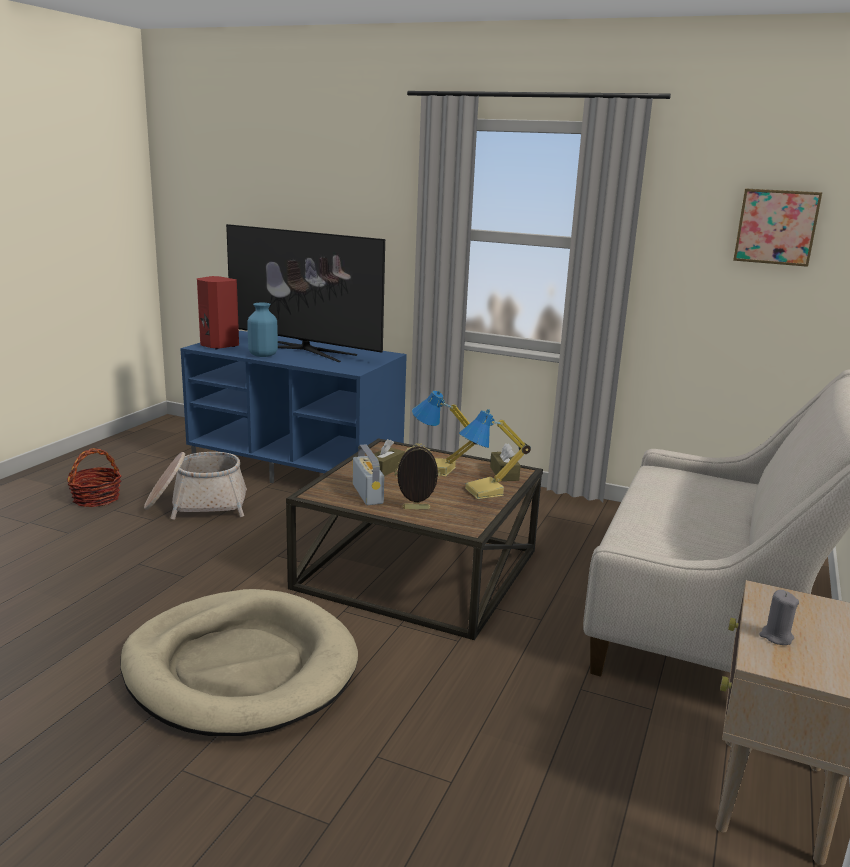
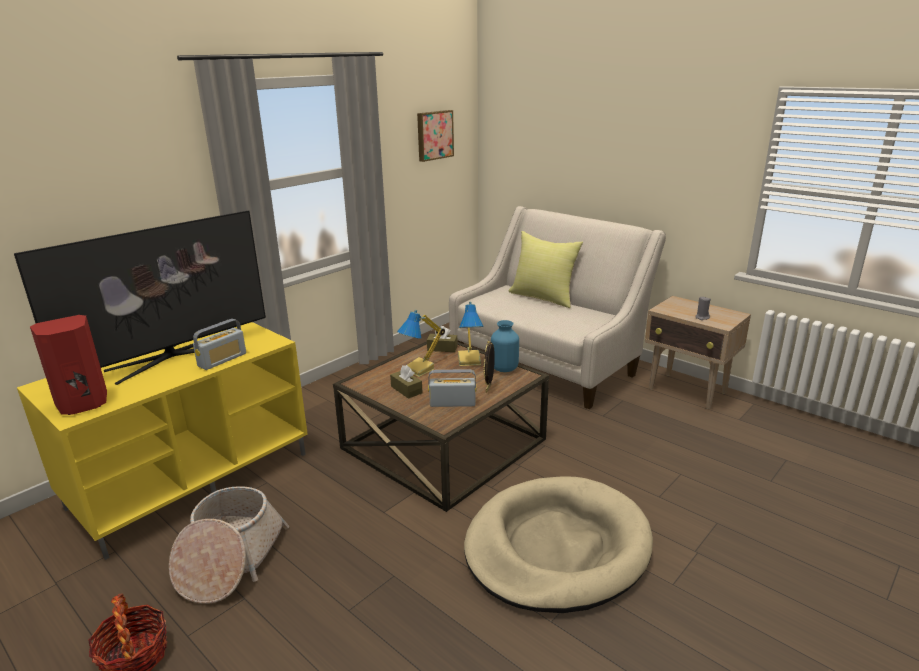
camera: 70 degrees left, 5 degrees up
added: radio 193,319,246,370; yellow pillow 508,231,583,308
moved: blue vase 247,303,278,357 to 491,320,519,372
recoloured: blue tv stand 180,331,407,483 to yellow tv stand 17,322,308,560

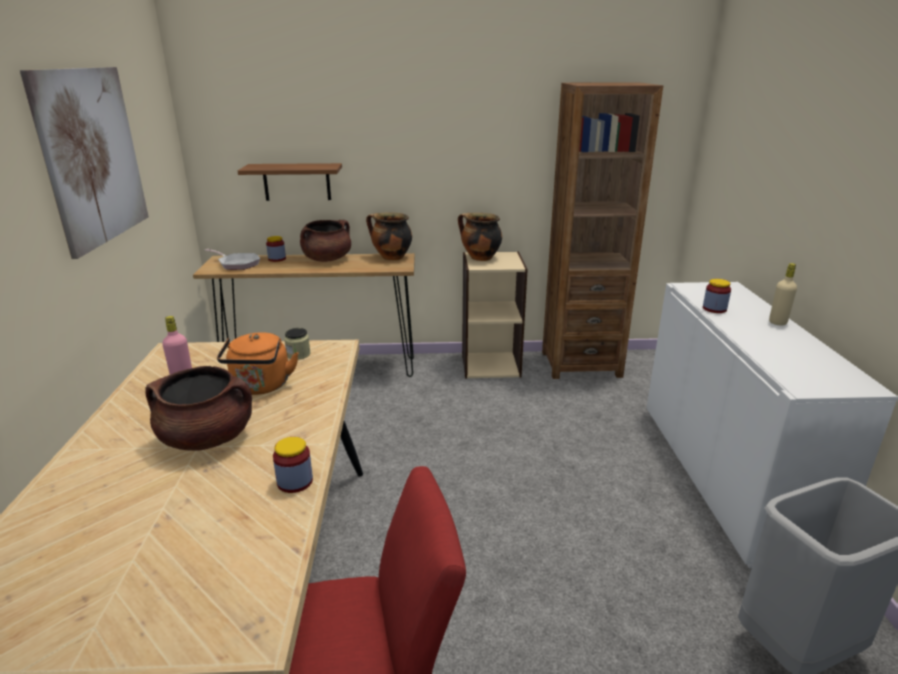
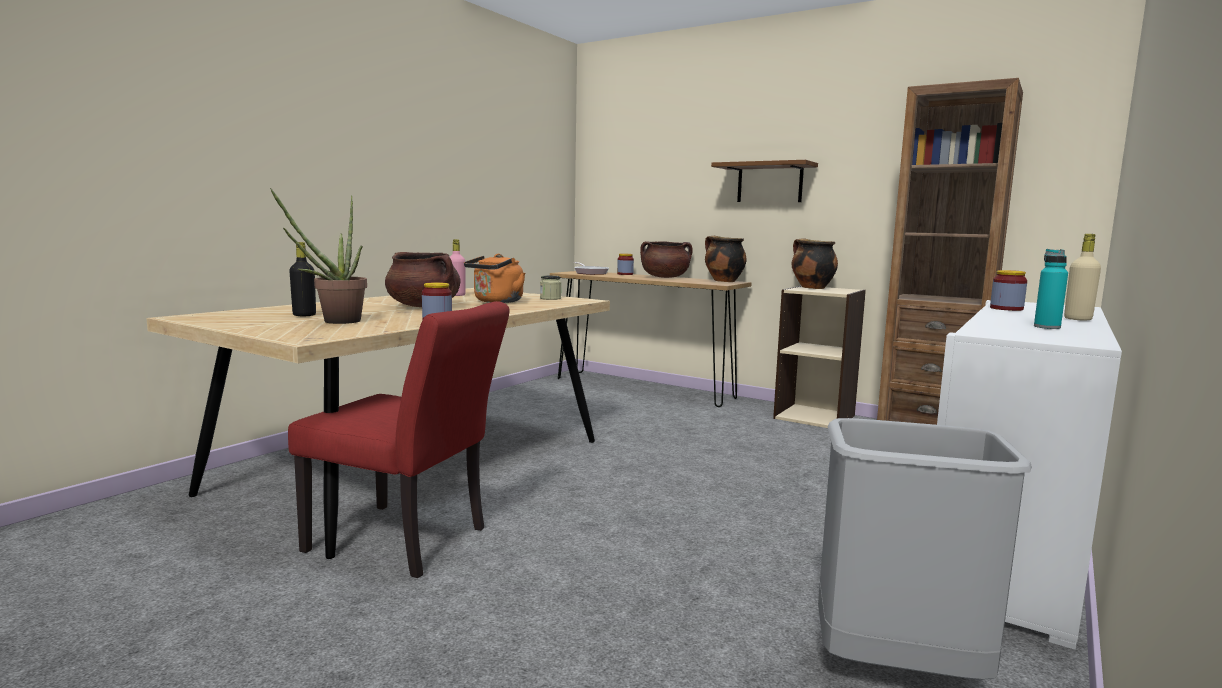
camera: 35 degrees right, 15 degrees down
removed: picture 20,67,149,259
added: potted plant 270,188,367,324; black bottle 289,242,316,316; turquoise bottle 1034,249,1068,329
moved: shelf 238,163,342,201 to 711,160,818,202

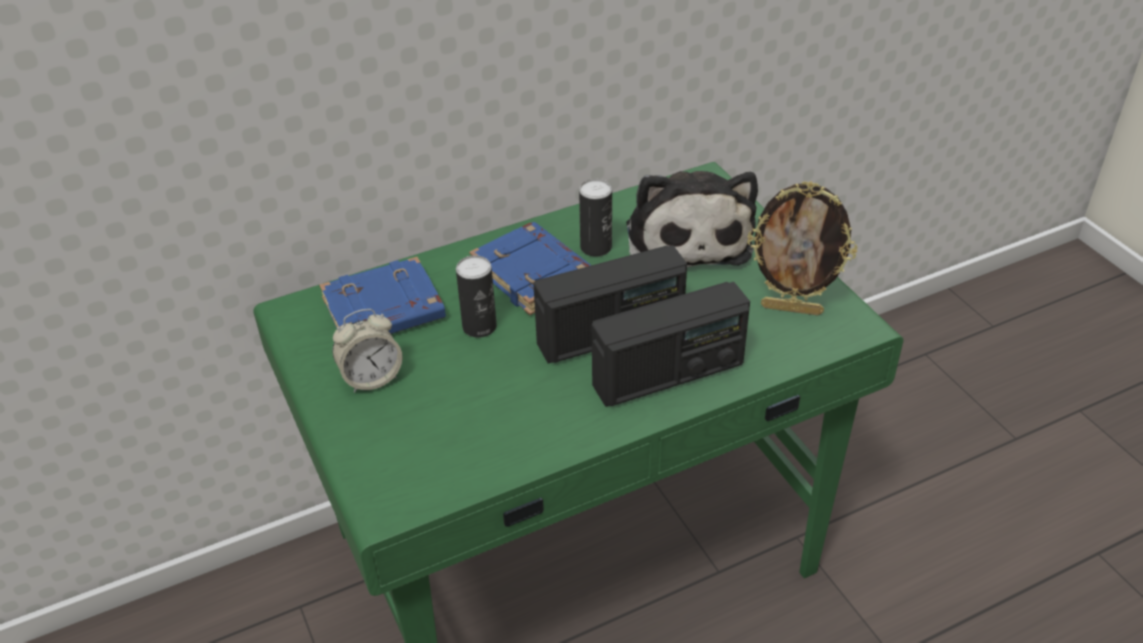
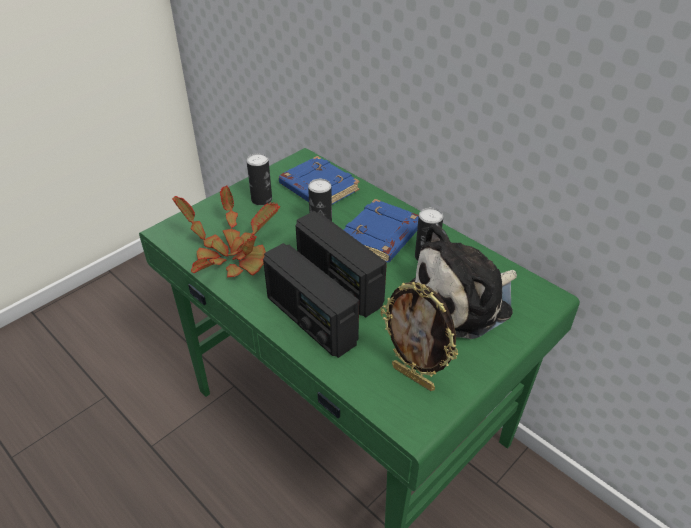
camera: 70 degrees right, 0 degrees up
added: potted plant 172,185,281,277
replaced: alarm clock 332,309,403,393 to can 246,153,272,205
turned: picture frame 747,181,857,316 = 380,282,458,391 45 degrees counterclockwise

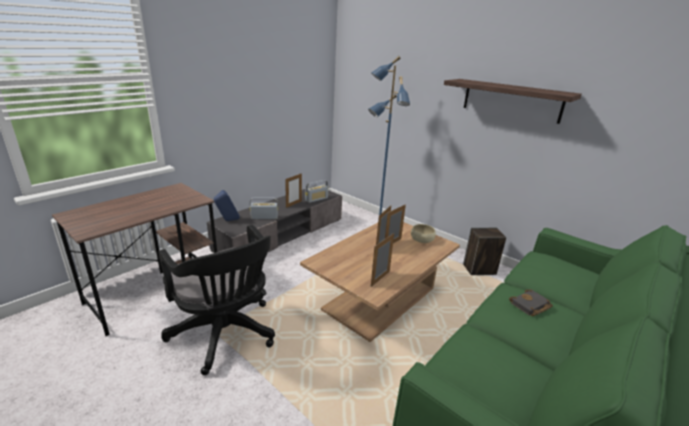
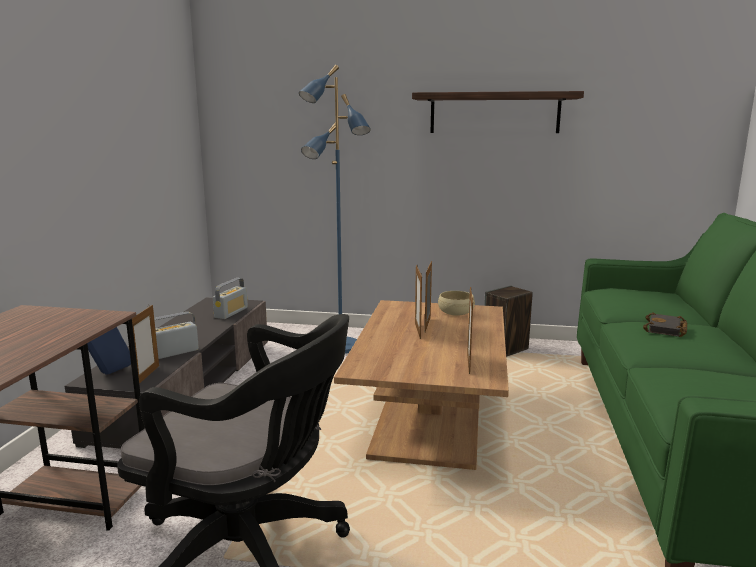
camera: 30 degrees left, 10 degrees down
moved: picture frame 285,173,302,208 to 132,305,159,384

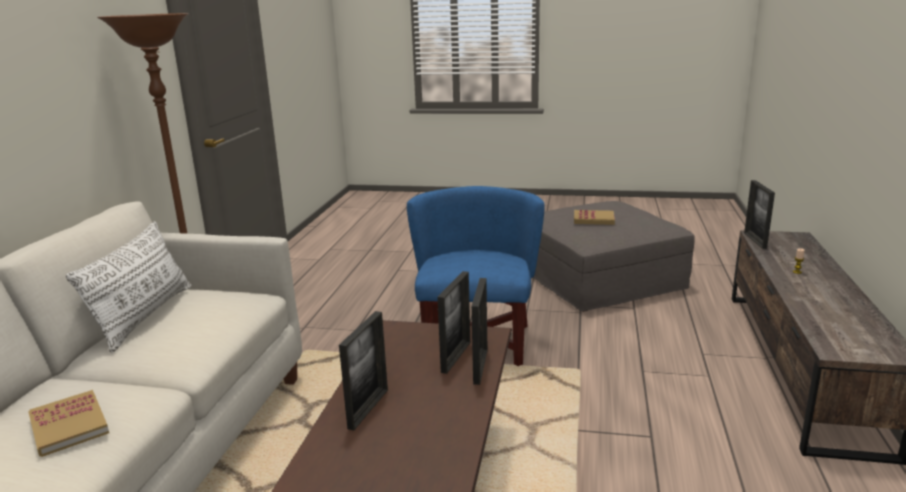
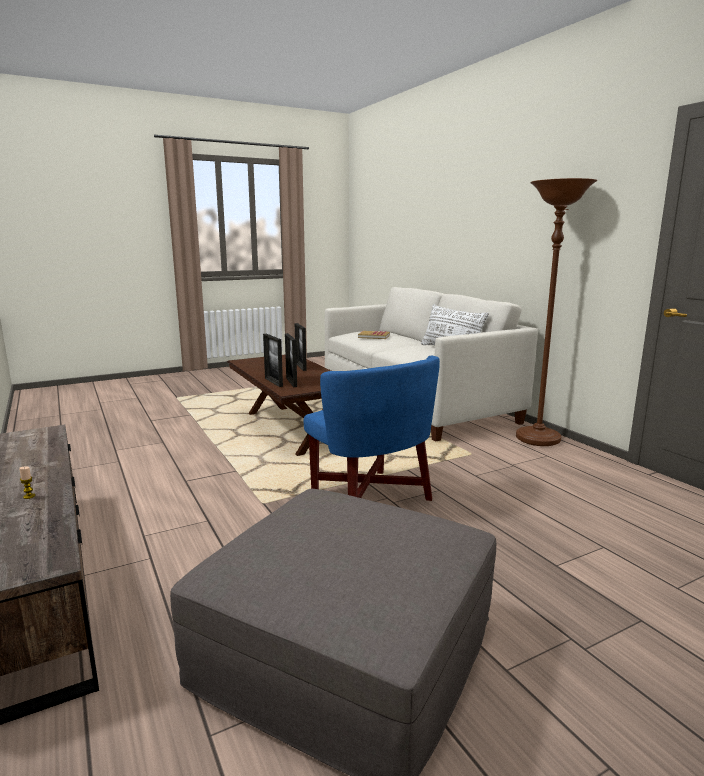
camera: 140 degrees right, 5 degrees down
removed: book 574,210,615,225; picture frame 744,180,775,249

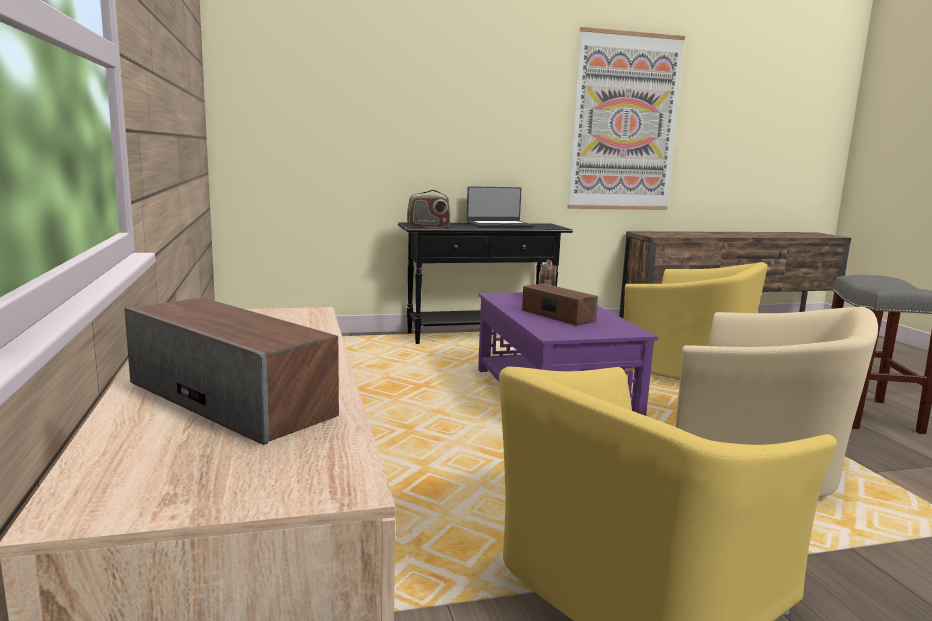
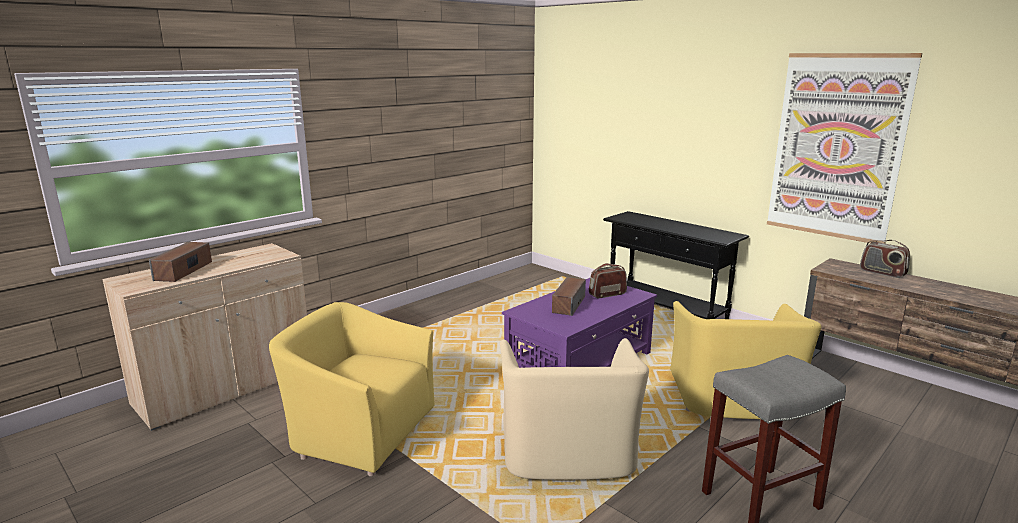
camera: 60 degrees right, 5 degrees up
removed: laptop 466,186,534,227
moved: radio 407,190,450,228 to 860,240,910,278

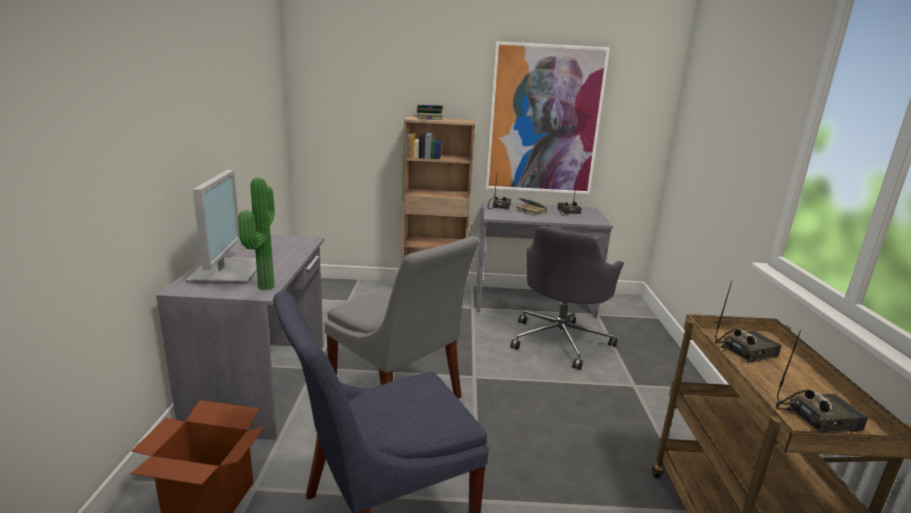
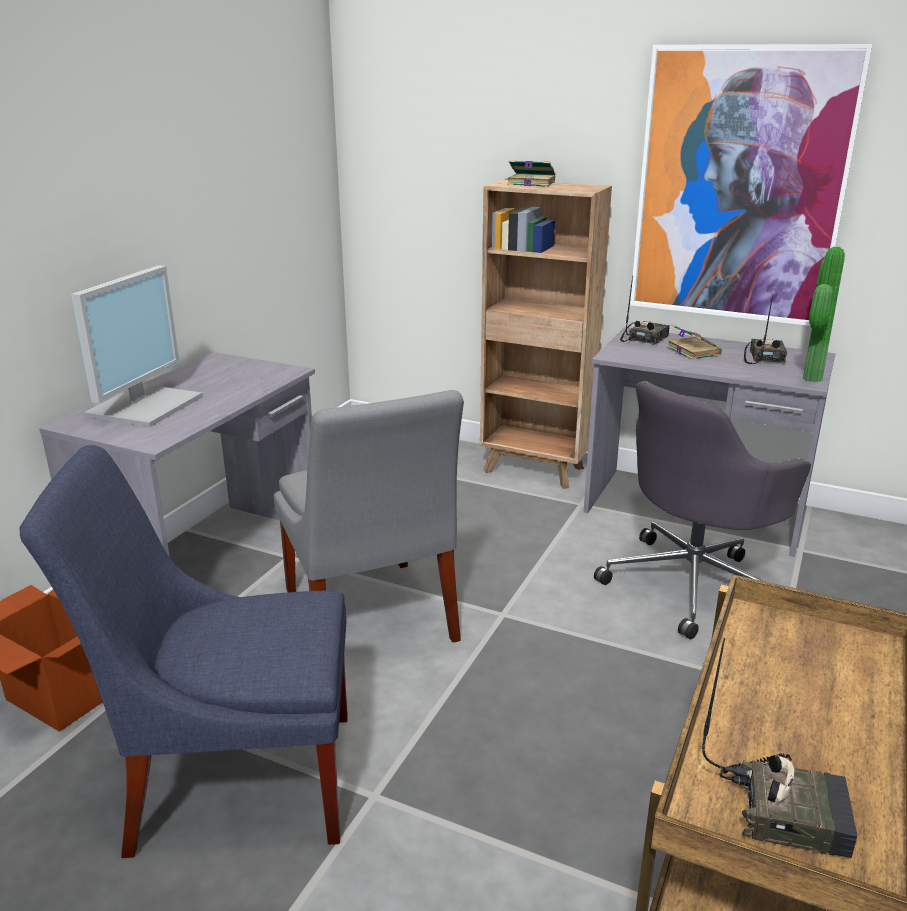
camera: 25 degrees right, 5 degrees up
removed: radio 714,280,782,363
moved: potted plant 238,178,275,290 to 803,247,845,382

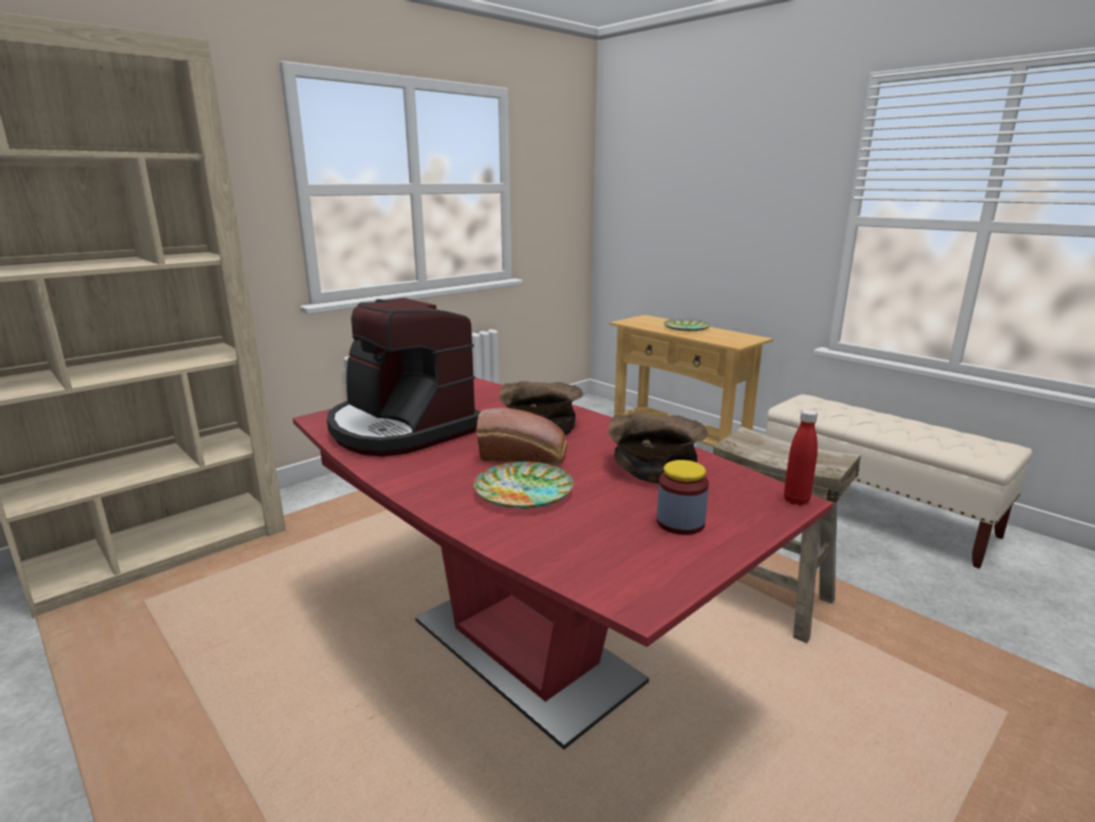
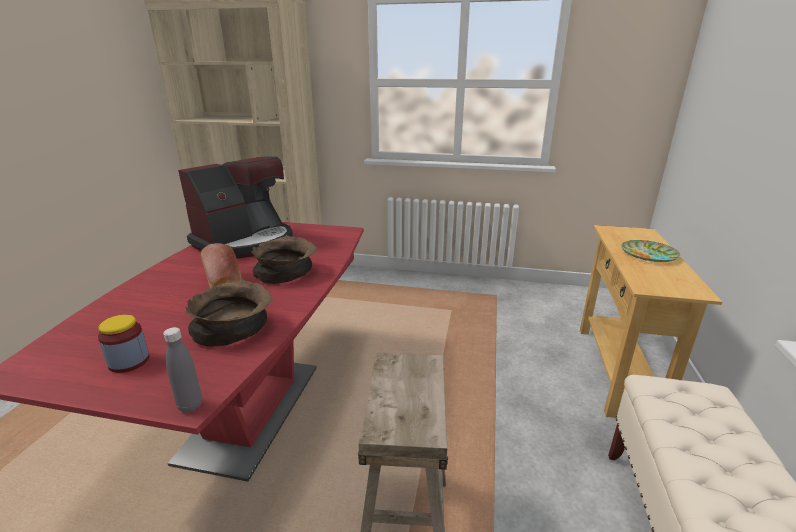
camera: 55 degrees right, 5 degrees up
removed: plate 474,461,573,509
recoloured: red bottle 784,409,818,506 to grey bottle 163,327,202,413
turned: coffee machine 327,298,480,457 = 178,156,293,259 150 degrees counterclockwise

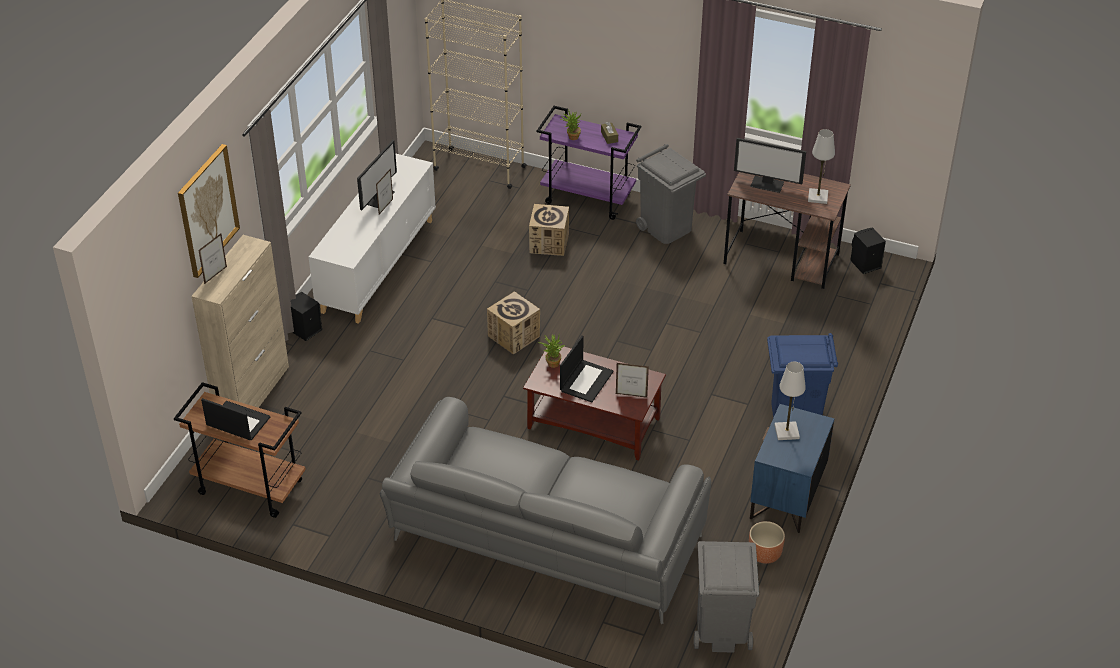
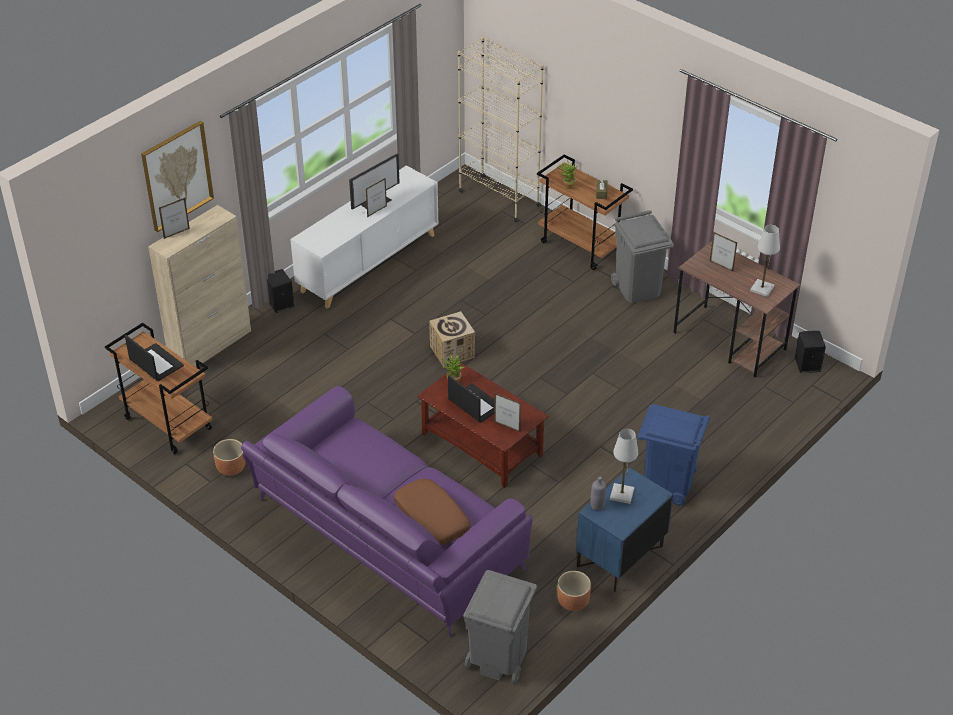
camera: 20 degrees right, 0 degrees up
removed: cardboard box 529,204,569,256
added: brown planter 213,439,245,476; brown pillow 394,479,471,545; grey bottle 591,476,606,510
replaced: monitor 734,138,806,193 to picture frame 710,232,737,272
recoloured: grey sofa 380,397,711,624 to purple sofa 241,386,533,637; purple cart 537,106,641,220 to brown cart 537,155,633,270
turned: laptop 560,335,614,402 = 448,376,495,423 90 degrees counterclockwise

